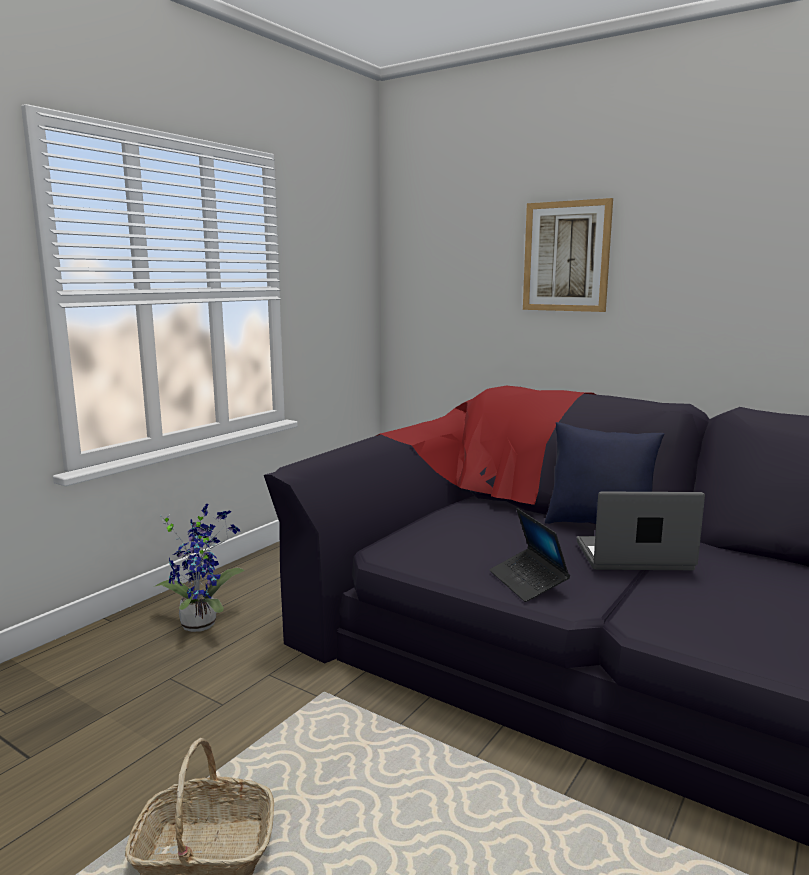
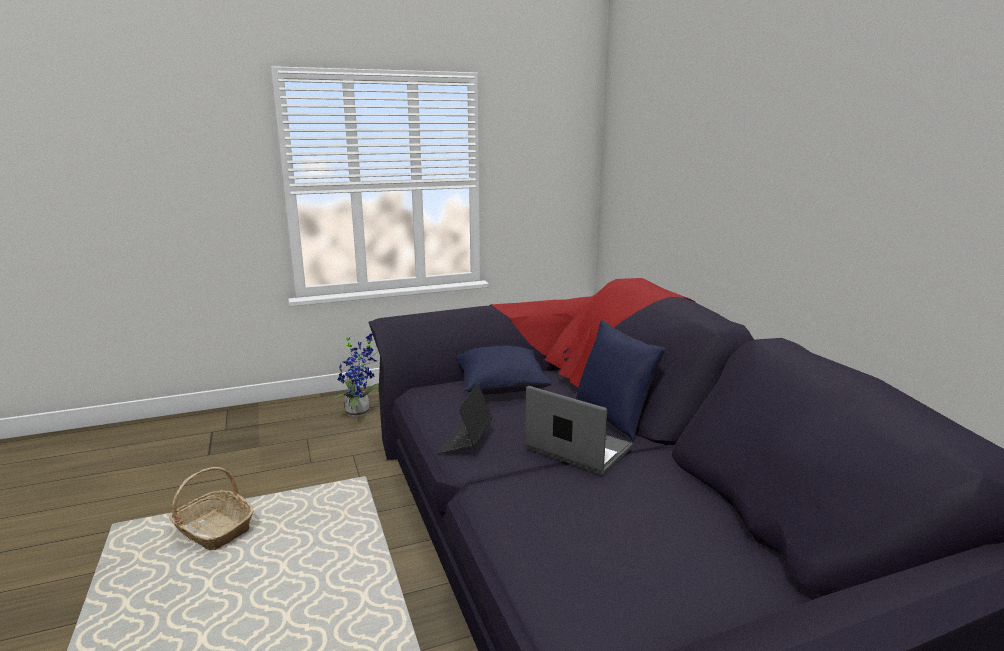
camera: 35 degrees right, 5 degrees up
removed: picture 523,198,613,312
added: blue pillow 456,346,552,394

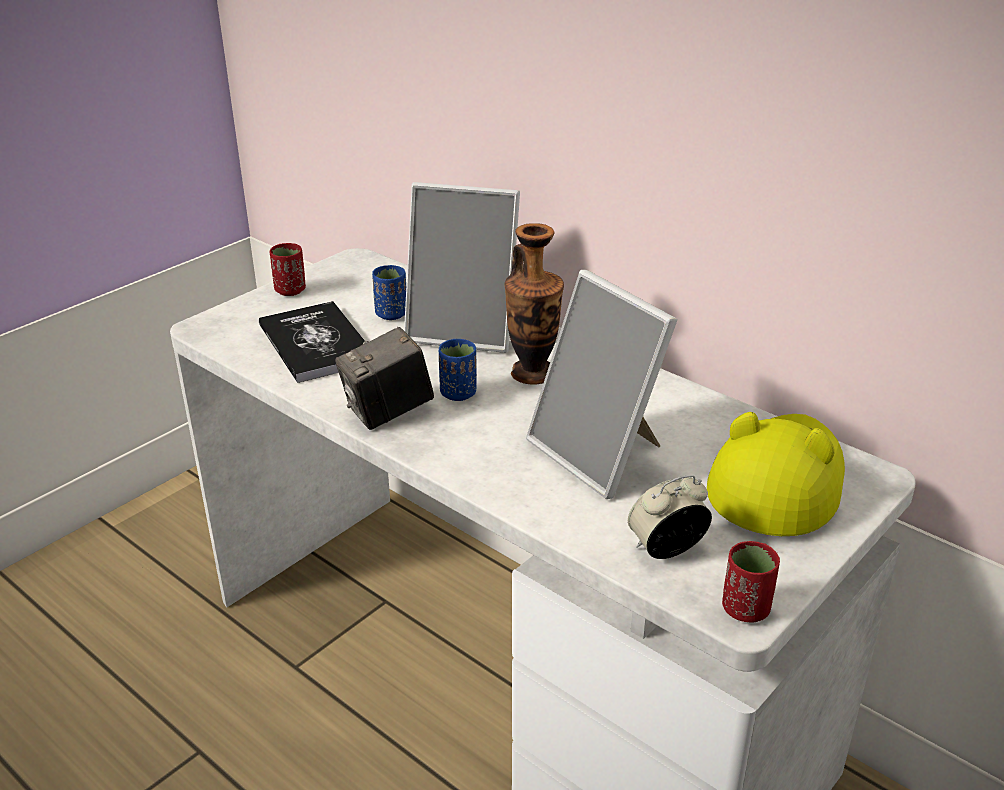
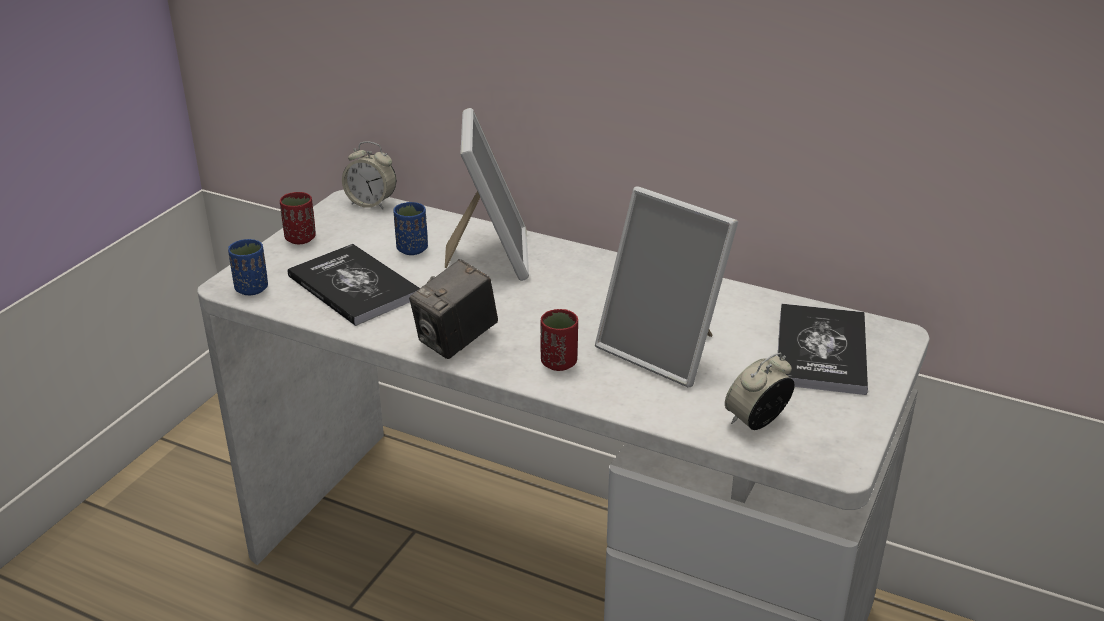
camera: 15 degrees left, 0 degrees up
removed: vase 505,223,564,385
added: alarm clock 342,141,396,209
moved: blue cup 439,339,477,401 to 228,239,268,295; red cup 722,541,780,622 to 540,309,578,371
replaced: yellow hat 707,412,845,536 to book 777,304,868,395
turned: picture frame 404,182,520,353 = 445,108,529,281 90 degrees counterclockwise

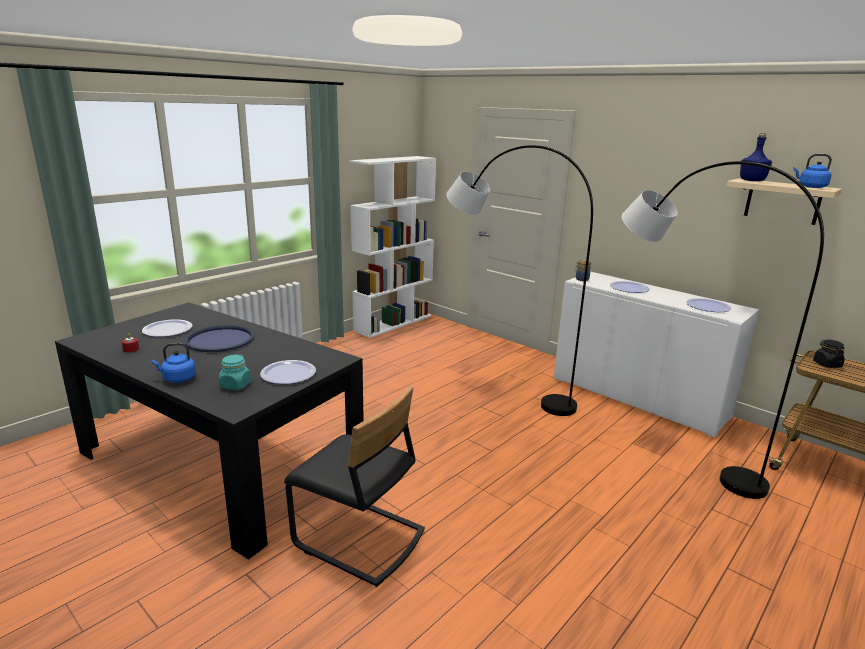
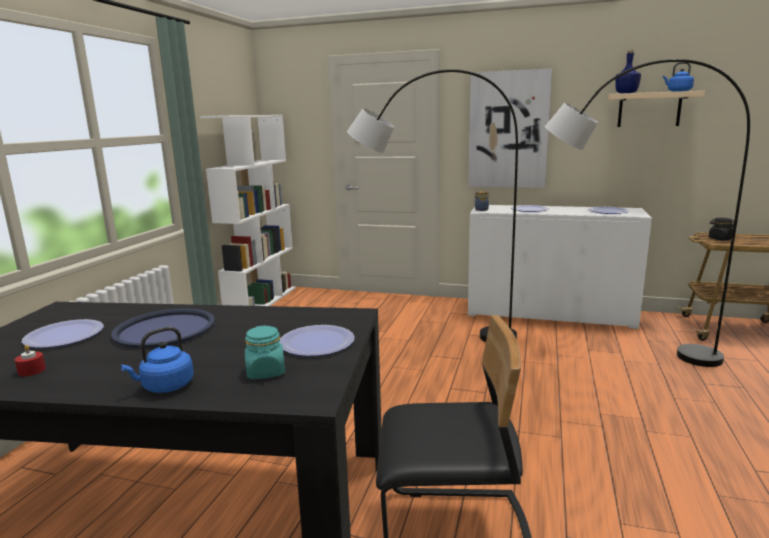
camera: 25 degrees left, 5 degrees down
added: picture 469,69,552,188

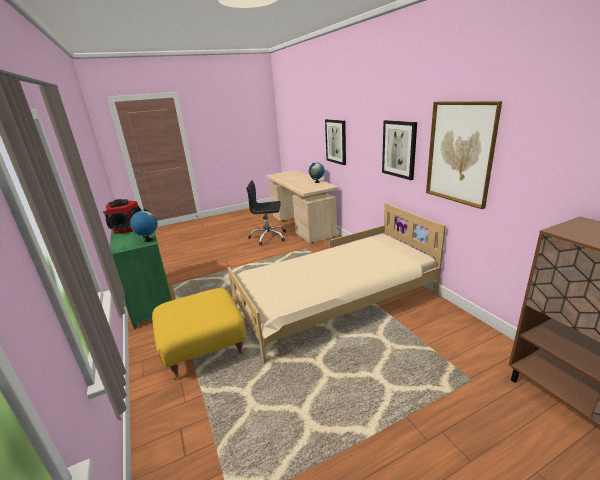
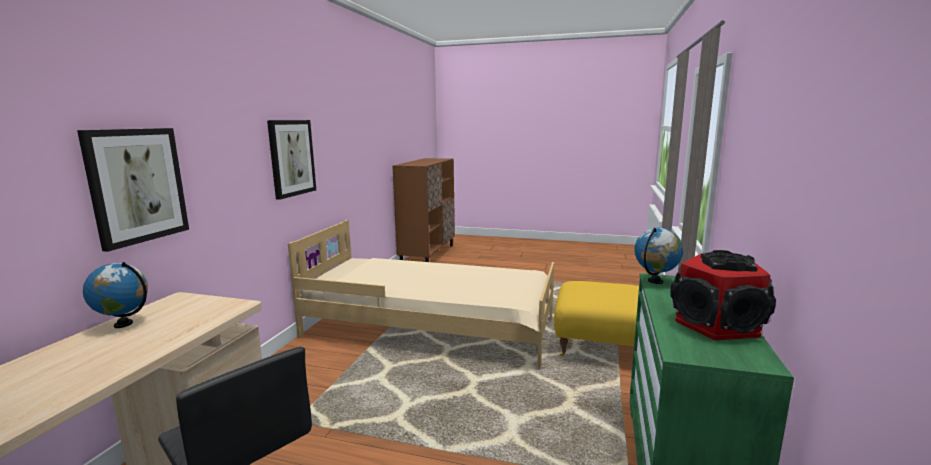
camera: 140 degrees left, 10 degrees down
removed: picture 426,101,502,209

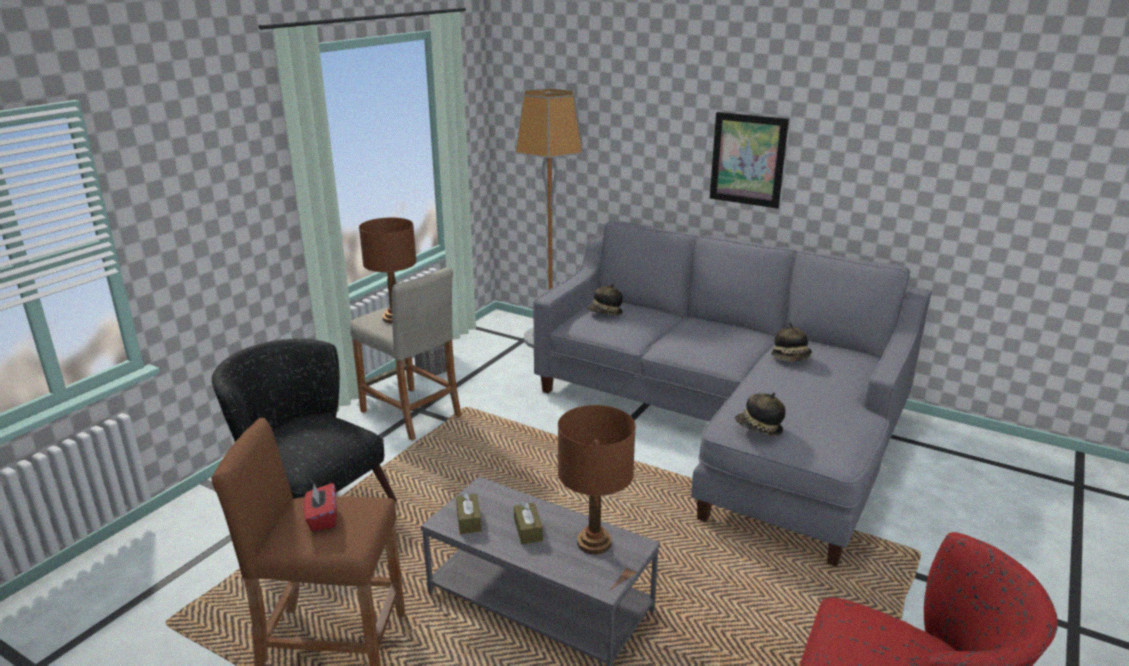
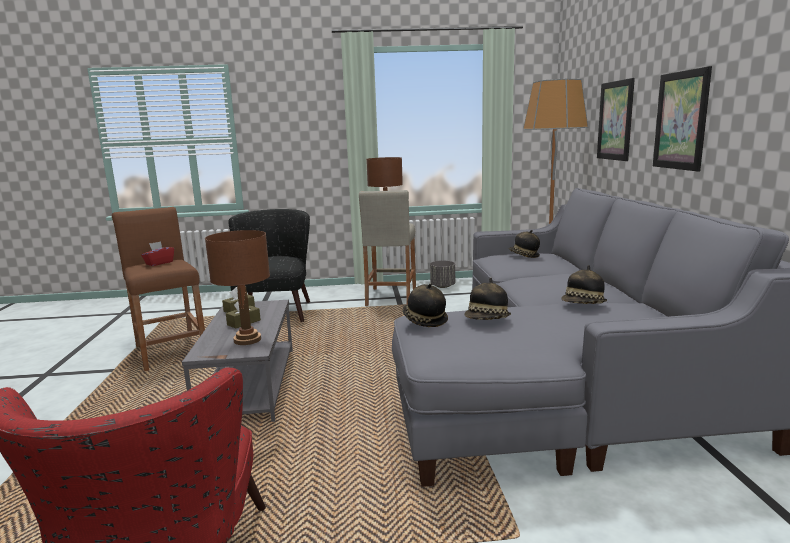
camera: 55 degrees right, 10 degrees down
added: hat 464,278,511,320; picture 597,78,635,161

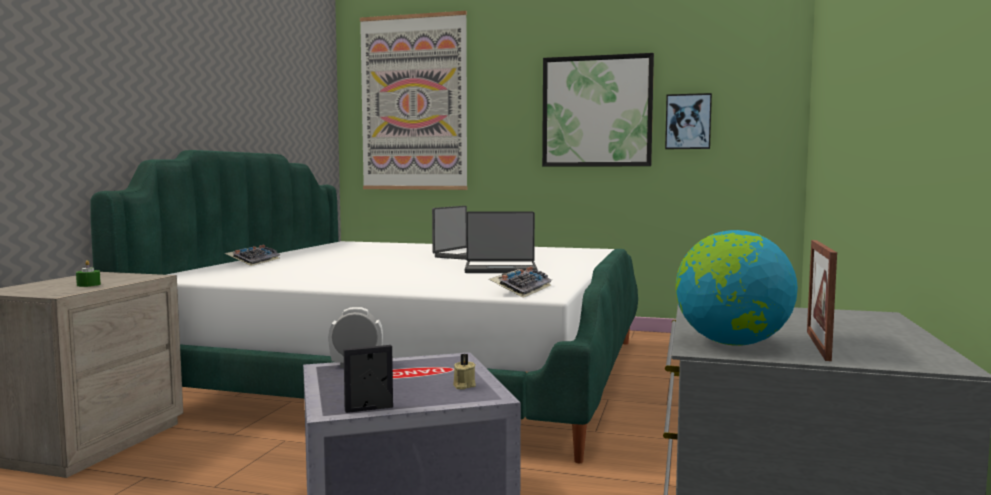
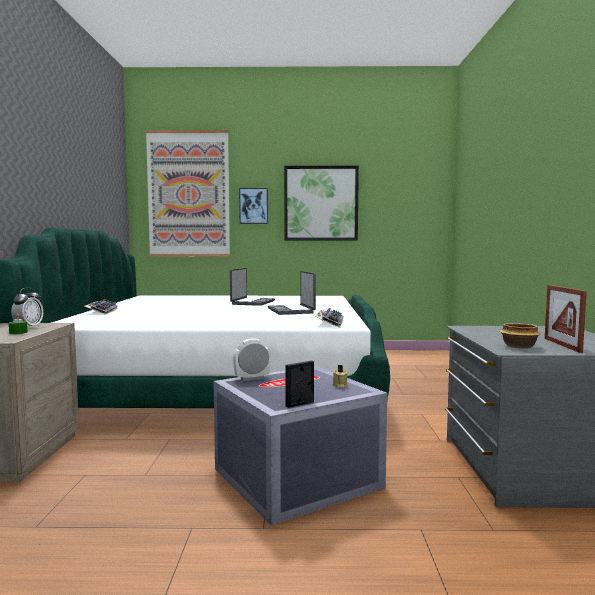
camera: 15 degrees left, 0 degrees up
added: alarm clock 11,288,43,328
moved: picture 665,93,712,149 to 239,188,268,224
replaced: globe 675,230,798,346 to bowl 499,323,541,349
turned: laptop 465,211,538,273 = 268,271,316,315 90 degrees clockwise

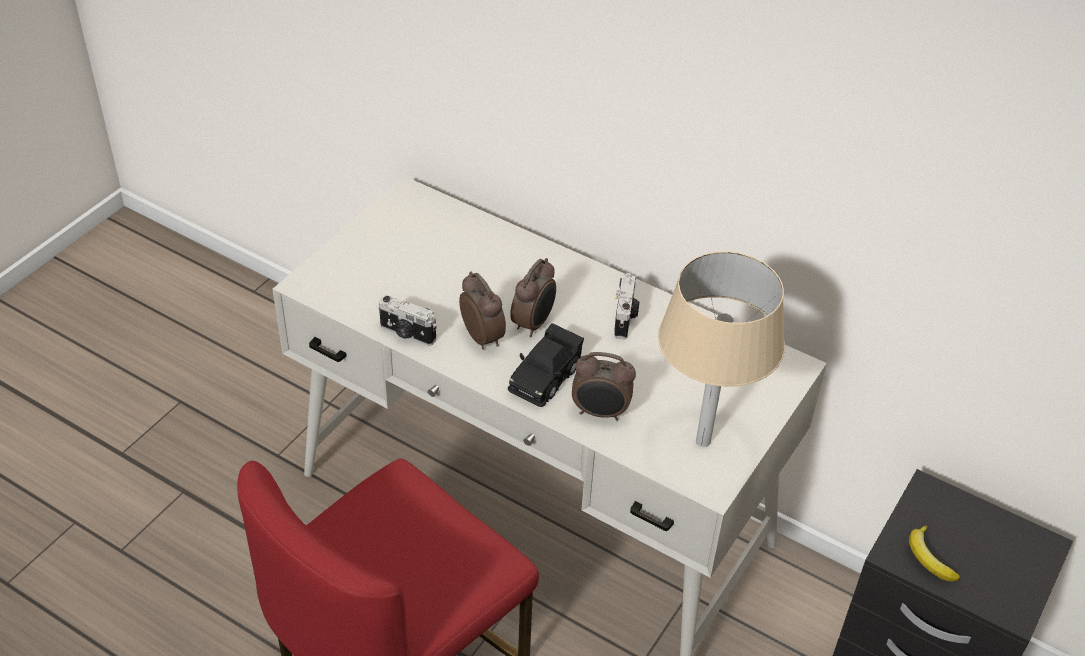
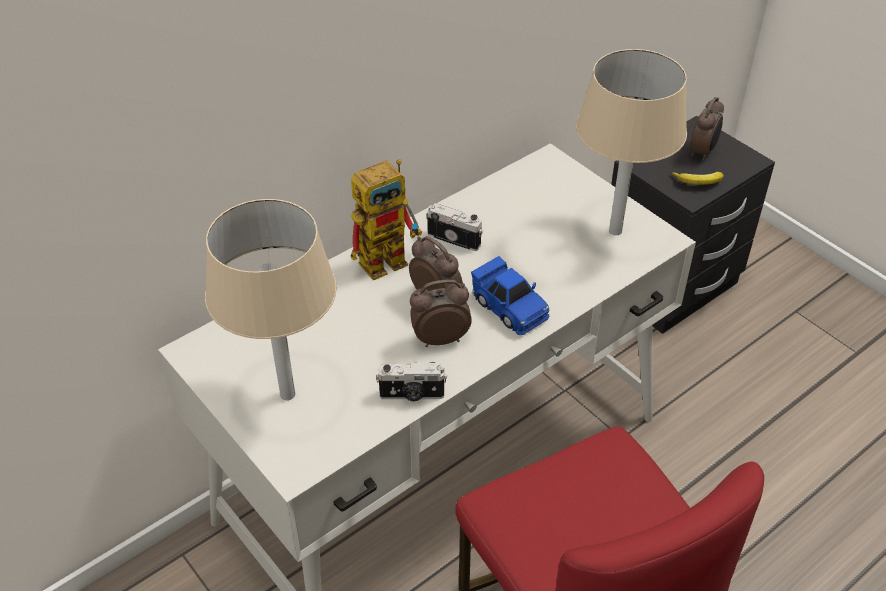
camera: 70 degrees left, 0 degrees up
added: beige table lamp 205,199,337,400; toy robot 351,159,422,280
moved: alarm clock 572,352,636,421 to 690,97,724,161
recoloured: black toy car 508,323,584,407 to blue toy car 471,256,550,335
turned: photo camera 379,295,437,346 = 376,362,447,401 45 degrees clockwise

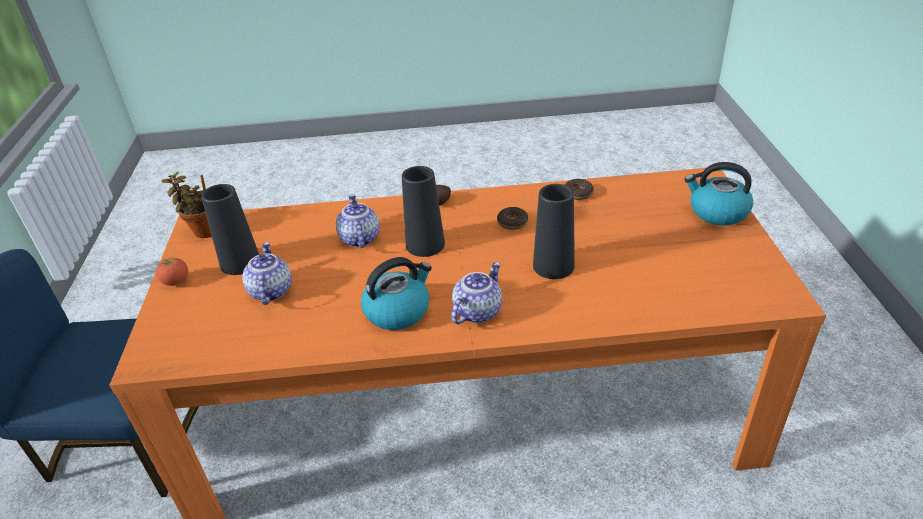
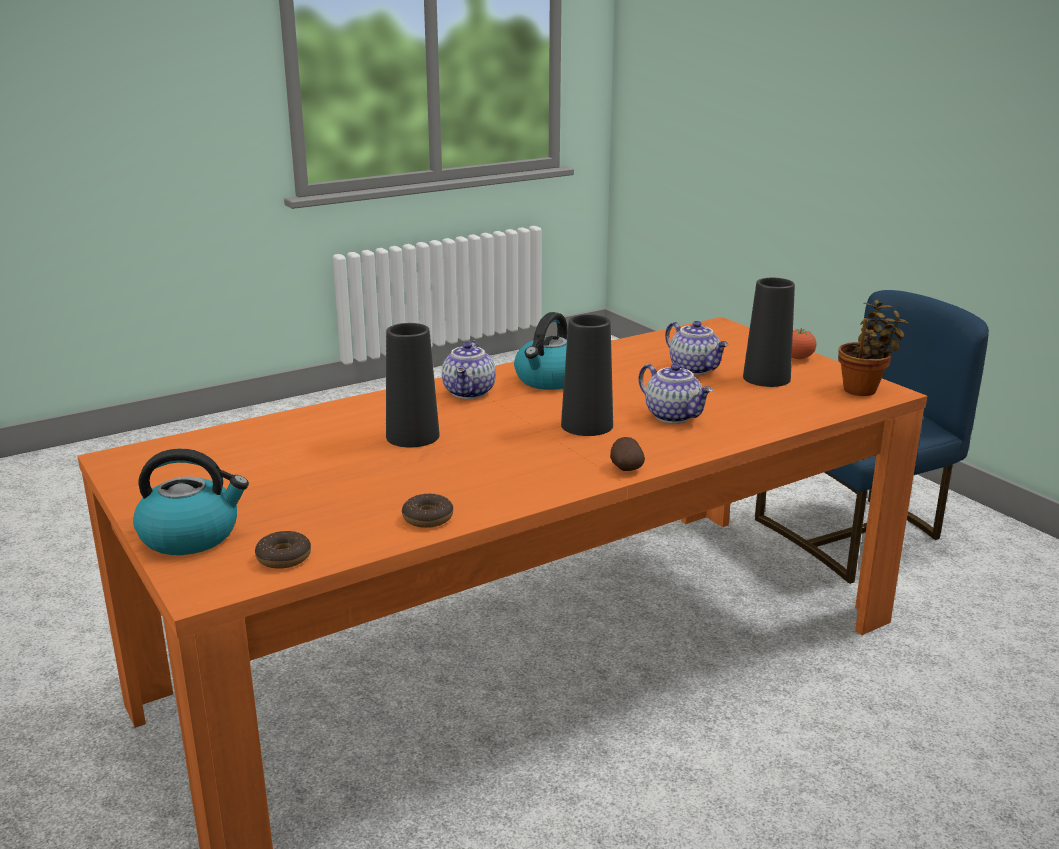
camera: 150 degrees right, 15 degrees down
moved: donut 497,207,528,230 to 255,531,311,569

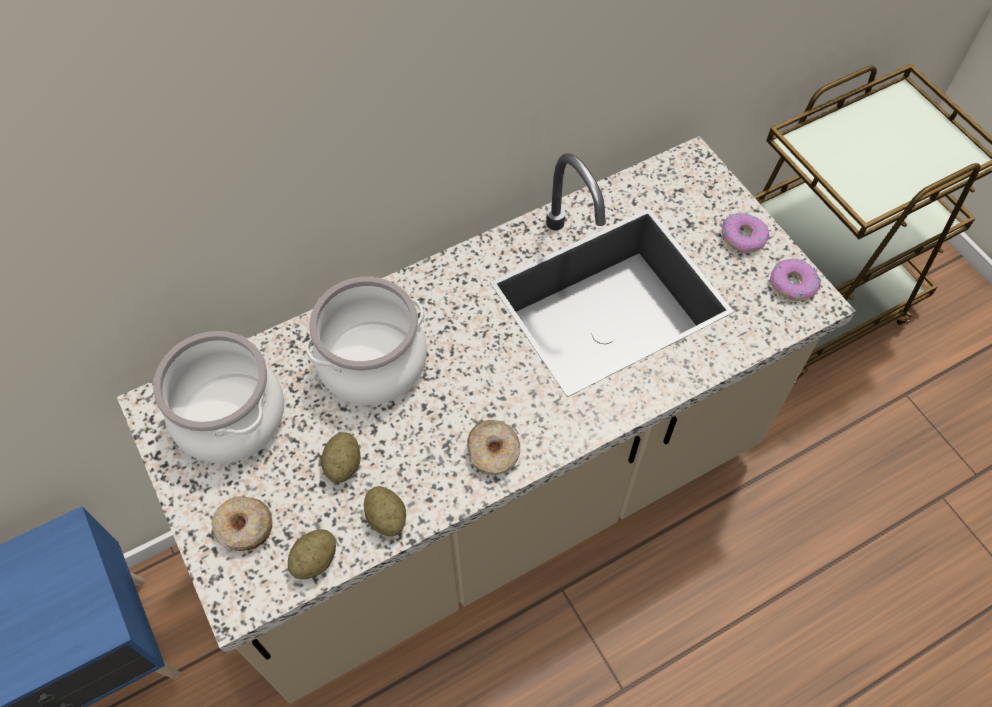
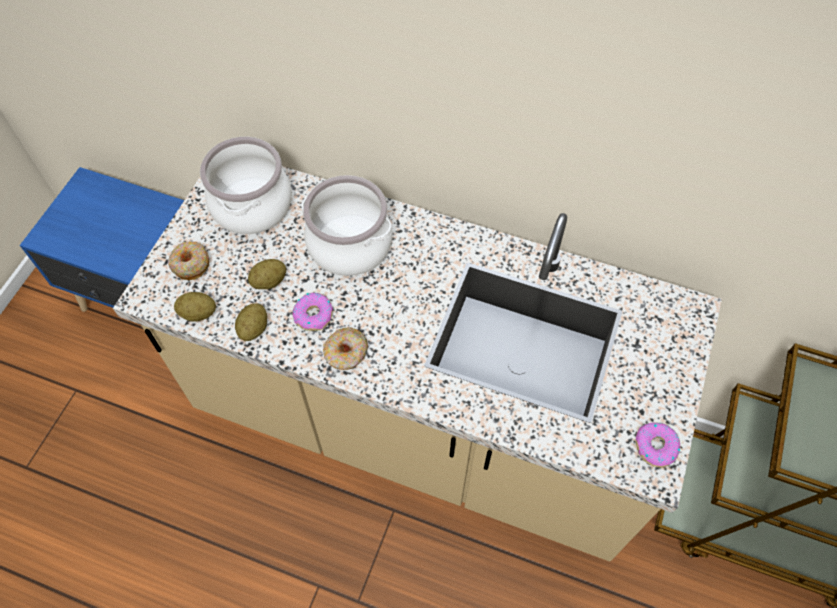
camera: 50 degrees right, 0 degrees up
moved: donut 722,212,769,253 to 292,293,333,331

